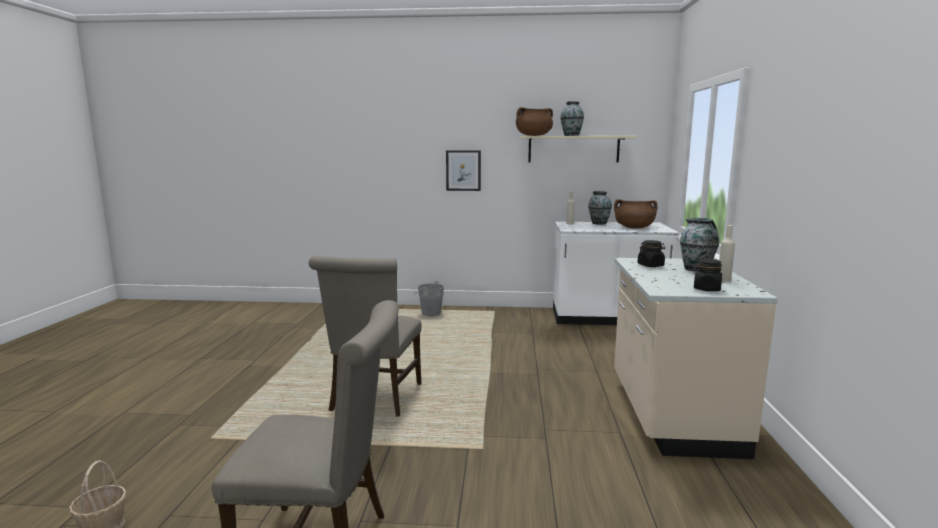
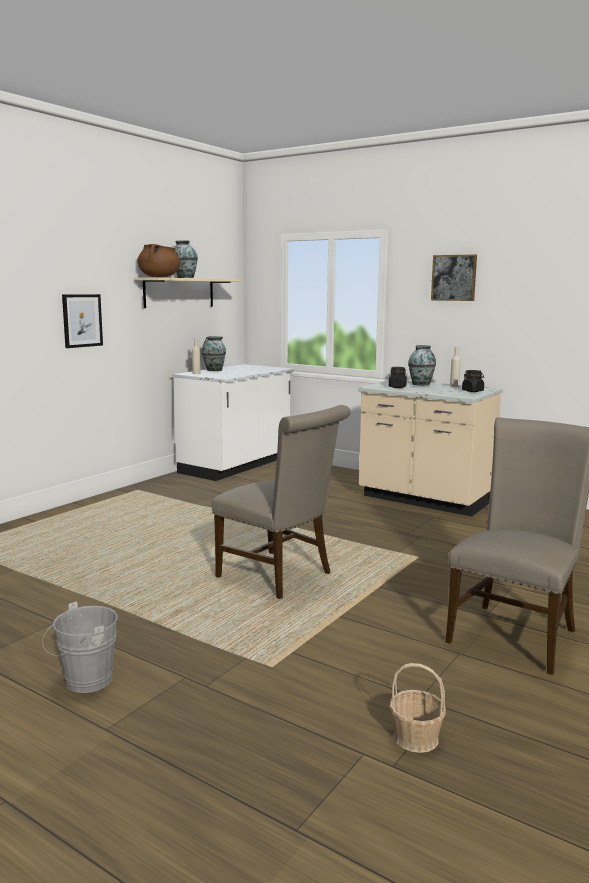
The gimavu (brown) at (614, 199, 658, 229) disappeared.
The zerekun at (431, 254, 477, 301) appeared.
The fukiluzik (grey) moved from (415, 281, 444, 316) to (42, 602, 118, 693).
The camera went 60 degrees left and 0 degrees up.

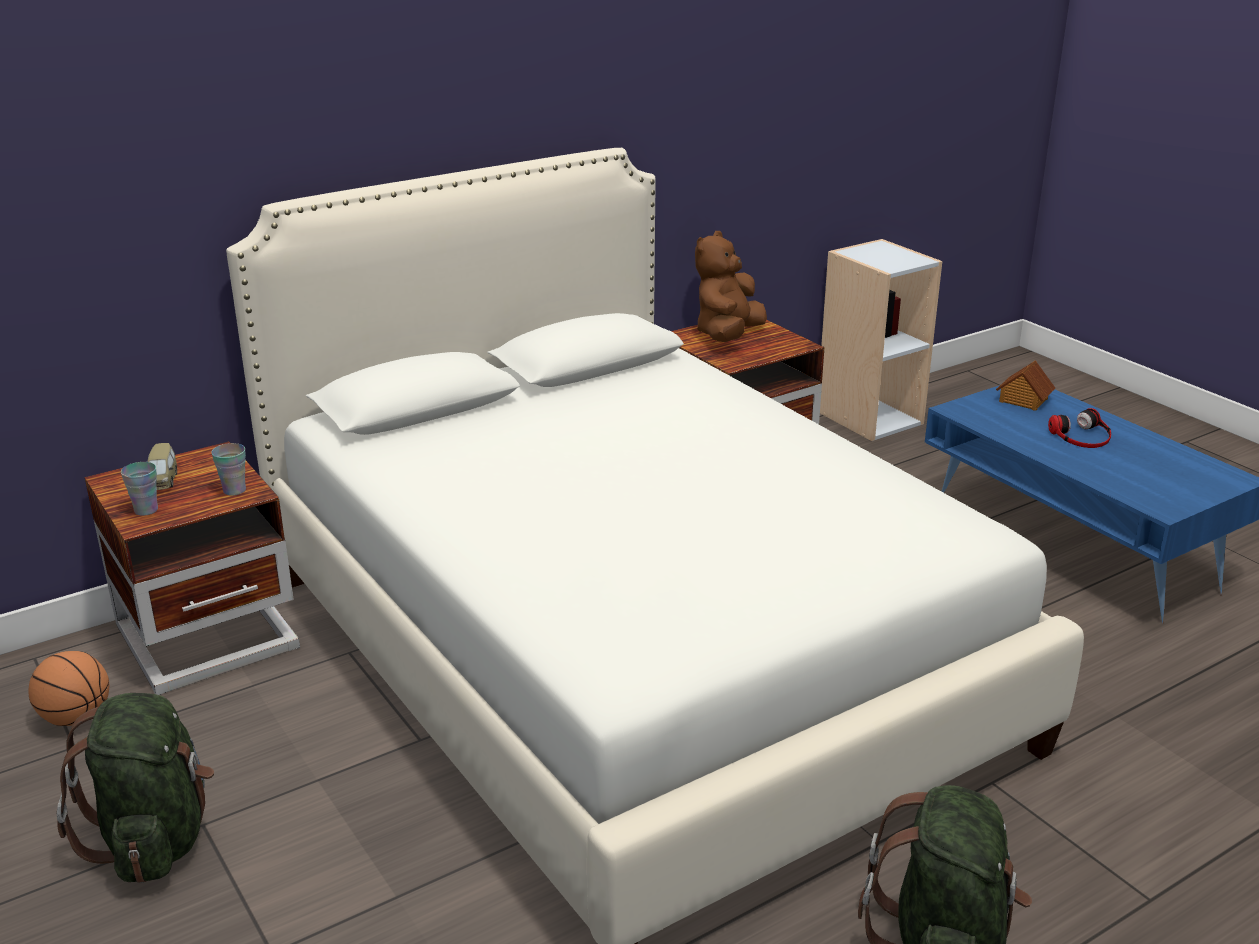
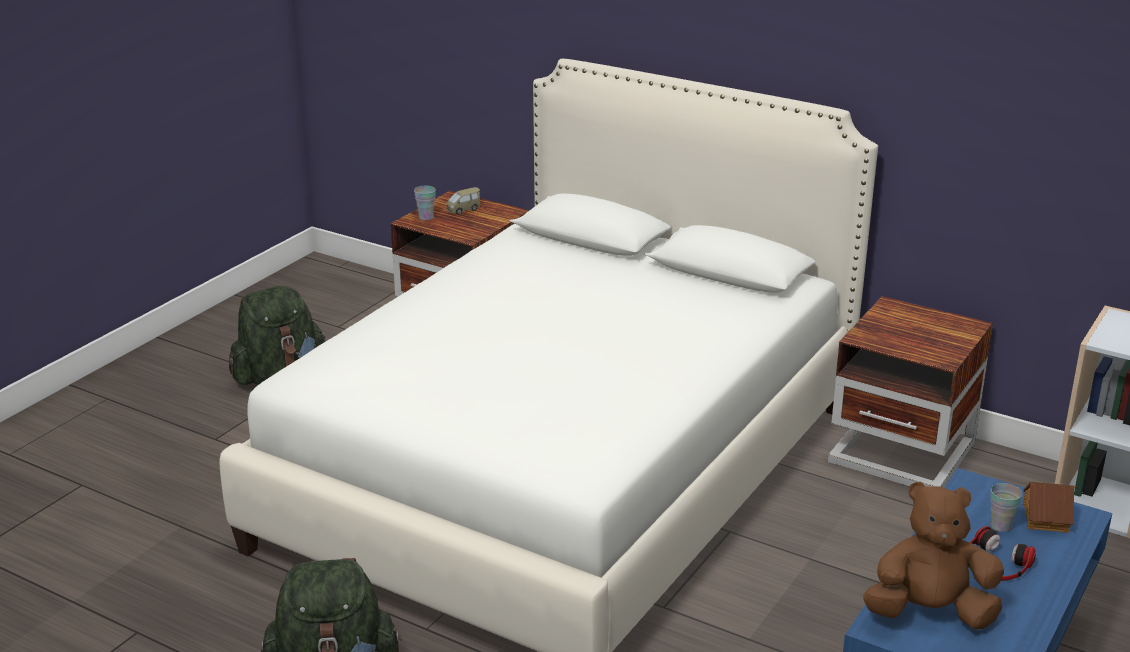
The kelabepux at (28, 651, 109, 726) disappeared.
The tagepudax moved from (211, 443, 246, 496) to (990, 483, 1022, 532).
The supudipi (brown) moved from (695, 231, 767, 342) to (863, 482, 1004, 630).
The camera went 65 degrees right and 0 degrees up.

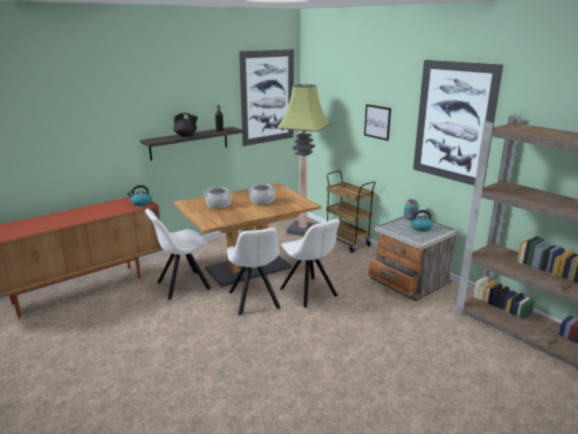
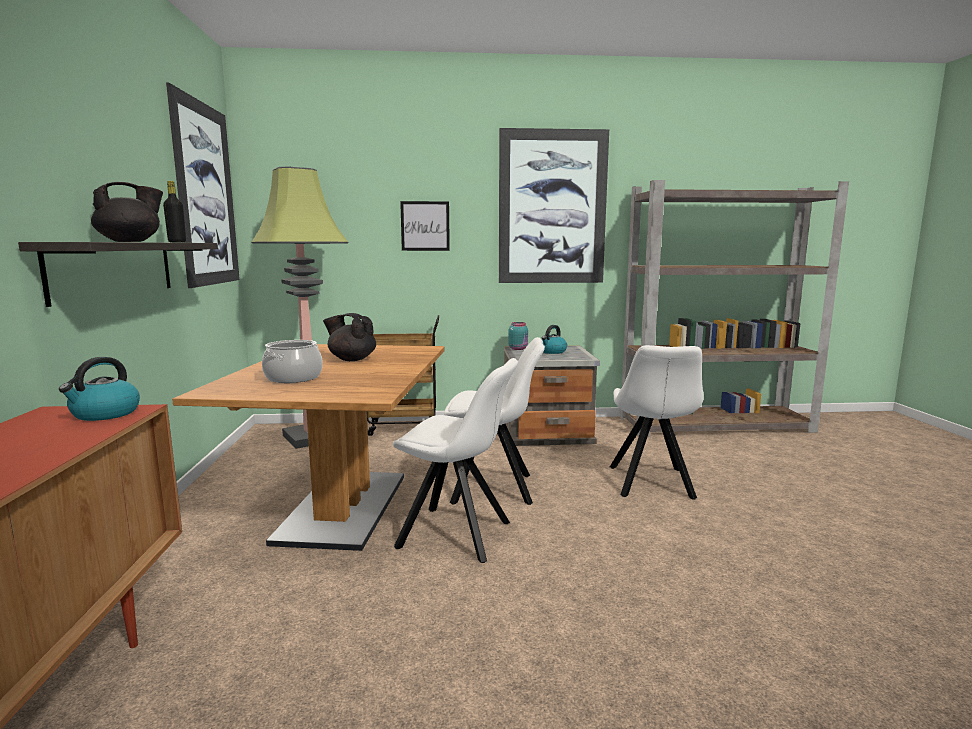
The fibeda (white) moved from (145, 209, 211, 300) to (610, 345, 704, 500).
The gimavu at (248, 184, 276, 205) was replaced by the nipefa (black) at (323, 313, 376, 361).
The camera went 55 degrees left and 10 degrees down.

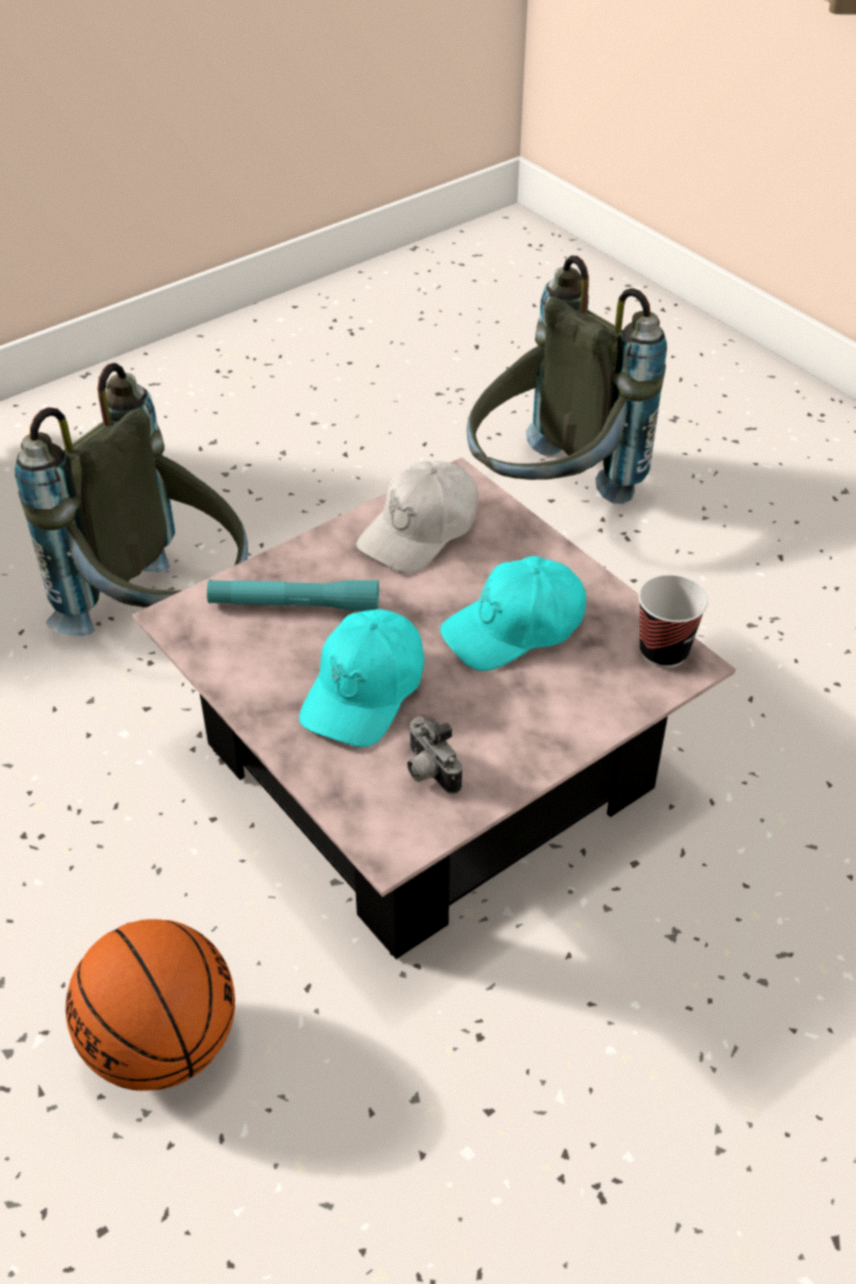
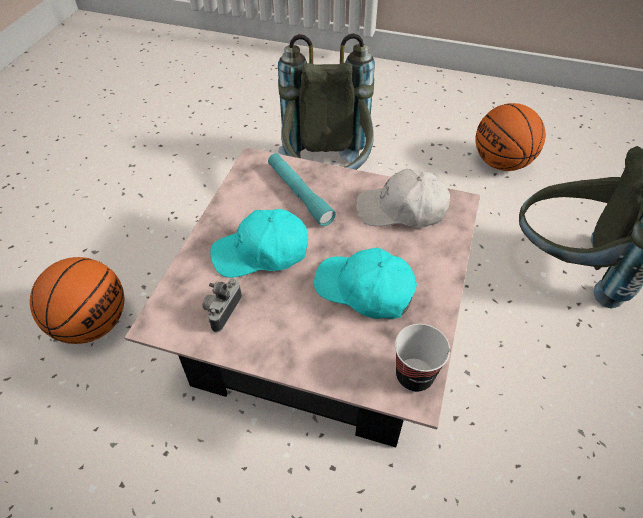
The kelabepux at (475, 103, 545, 171) appeared.
The camera went 55 degrees right and 5 degrees up.

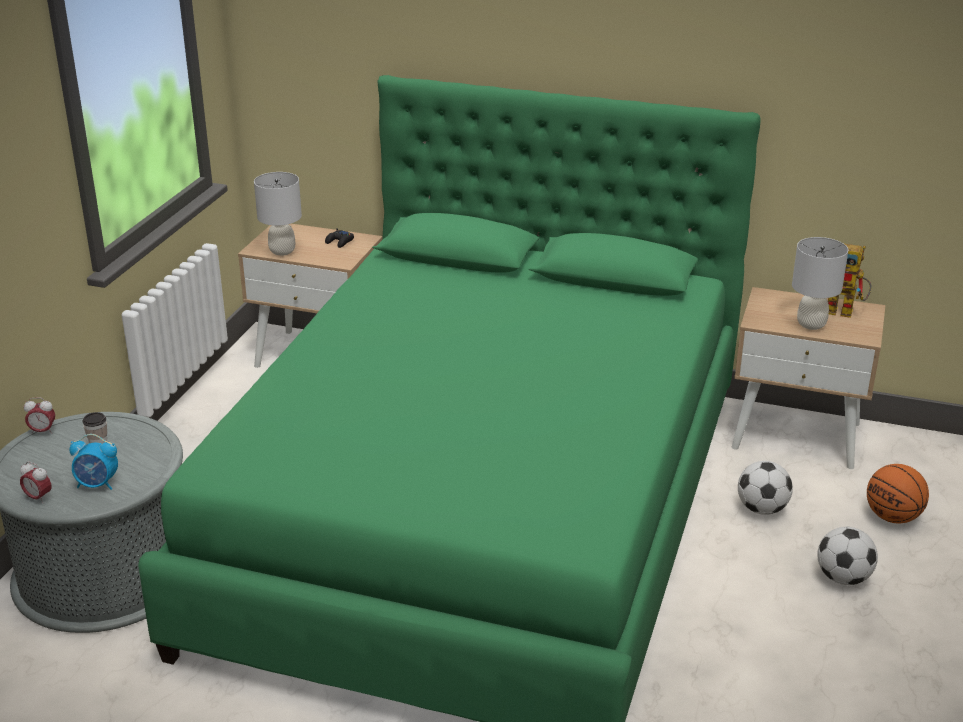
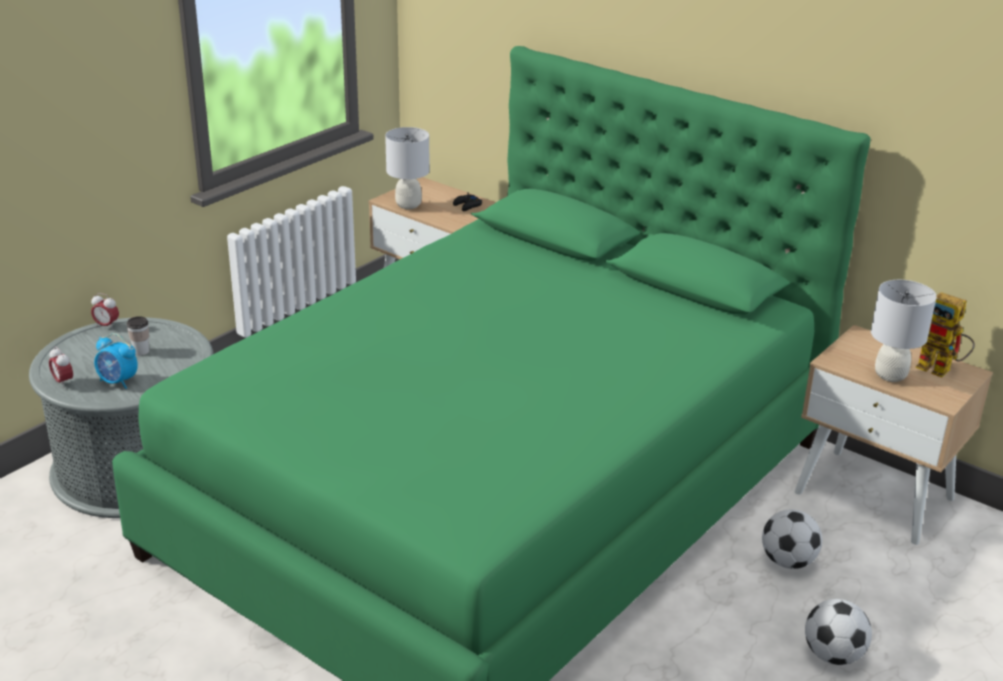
The kelabepux at (867, 464, 929, 523) disappeared.
The camera went 20 degrees right and 0 degrees up.

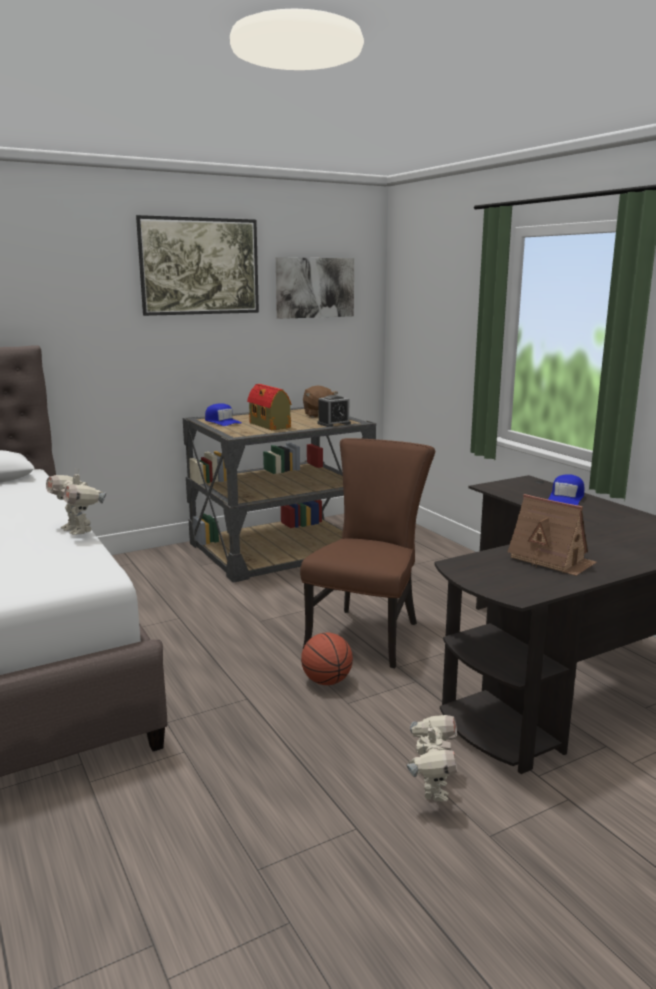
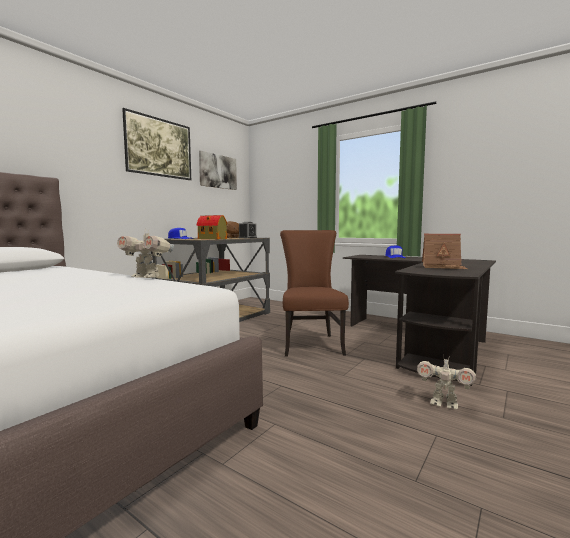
The kelabepux at (301, 632, 353, 685) disappeared.
The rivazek at (406, 715, 457, 802) turned 135 degrees clockwise.
The camera went 25 degrees left and 10 degrees down.

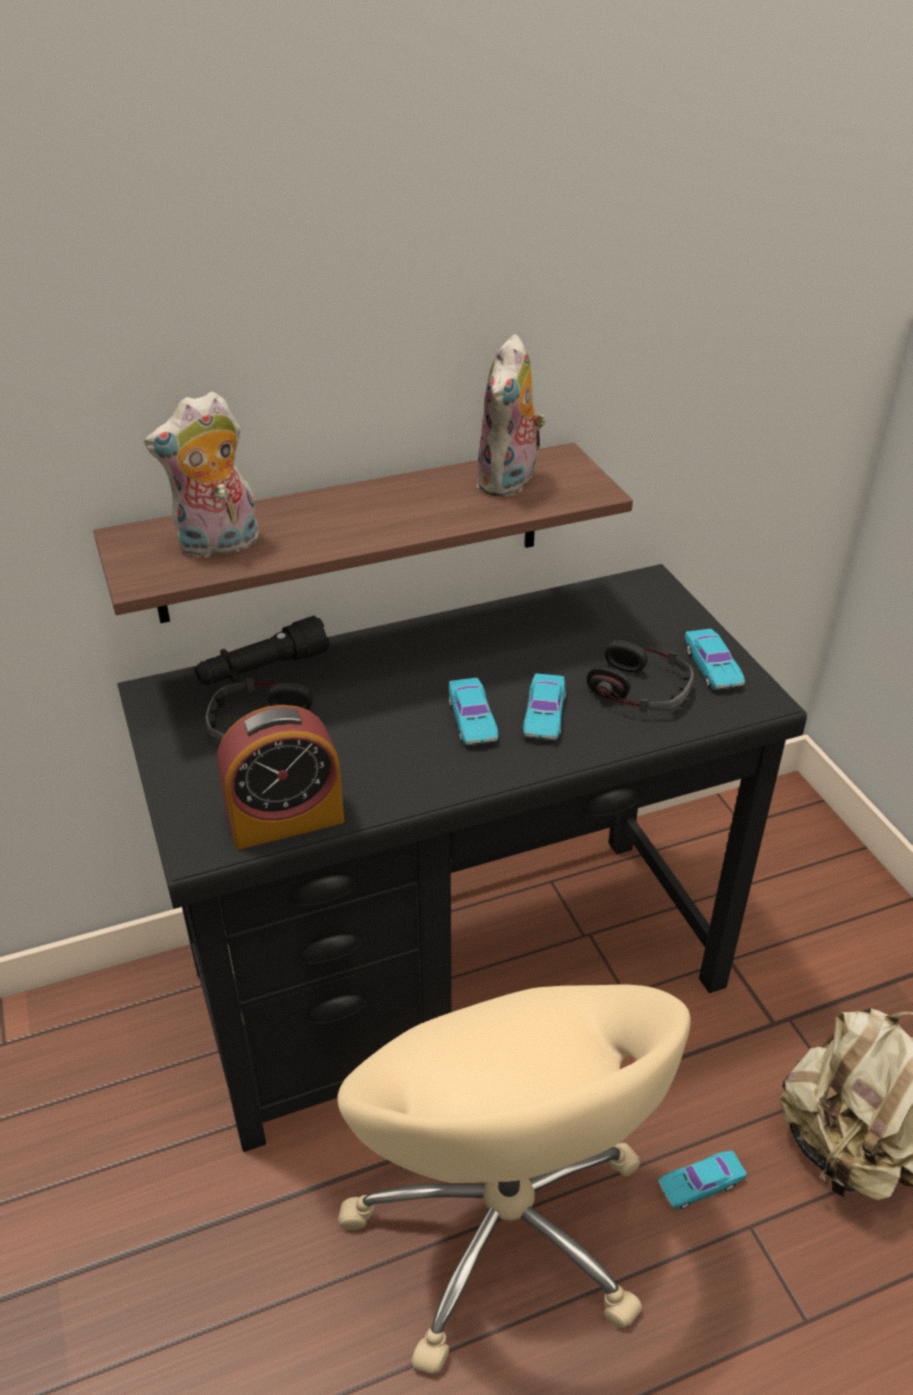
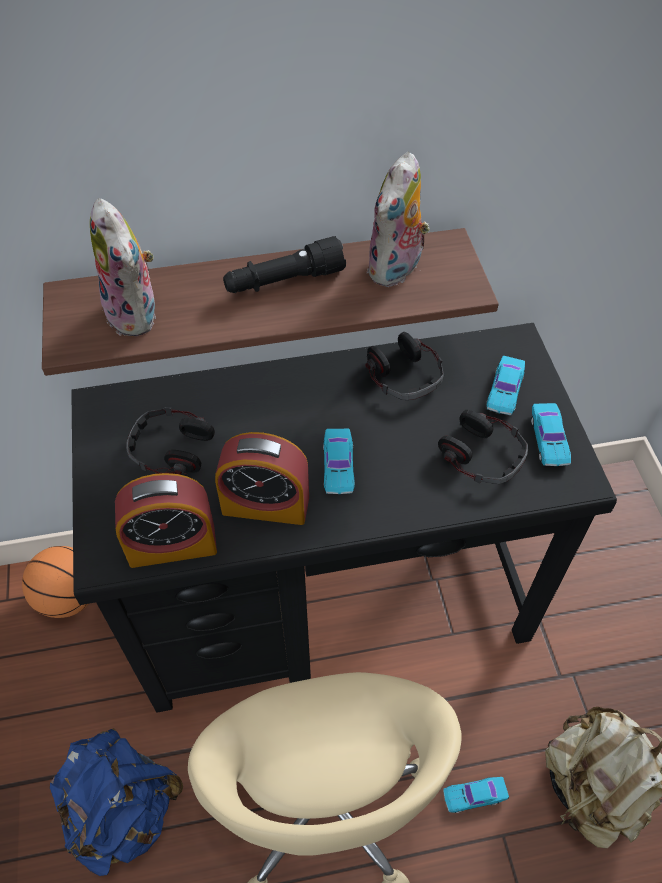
The kelabepux at (22, 546, 89, 618) appeared.
The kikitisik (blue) at (50, 728, 183, 876) appeared.
The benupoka at (215, 432, 309, 525) appeared.
The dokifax at (365, 332, 444, 400) appeared.
The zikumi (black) moved from (195, 616, 329, 685) to (223, 236, 346, 293).
The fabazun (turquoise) moved from (523, 673, 566, 740) to (486, 356, 525, 415).
The supudipi at (144, 391, 259, 559) turned 105 degrees counterclockwise.
The camera went 10 degrees right and 15 degrees up.

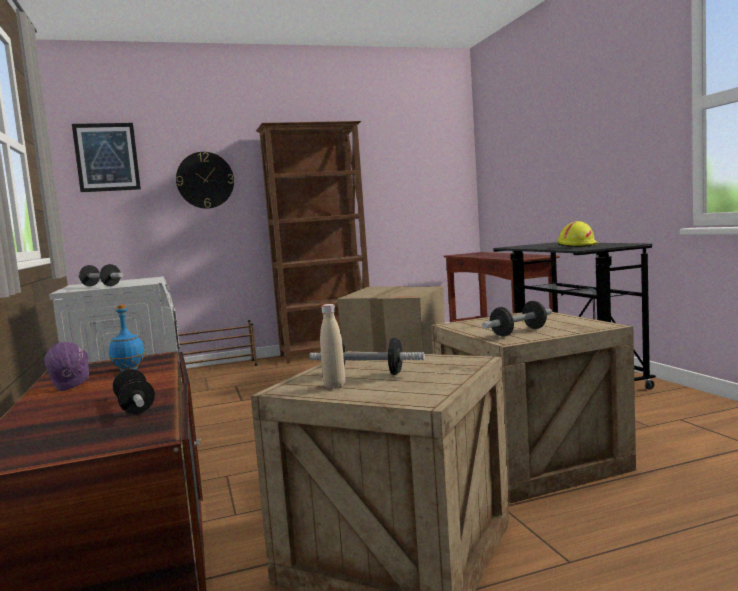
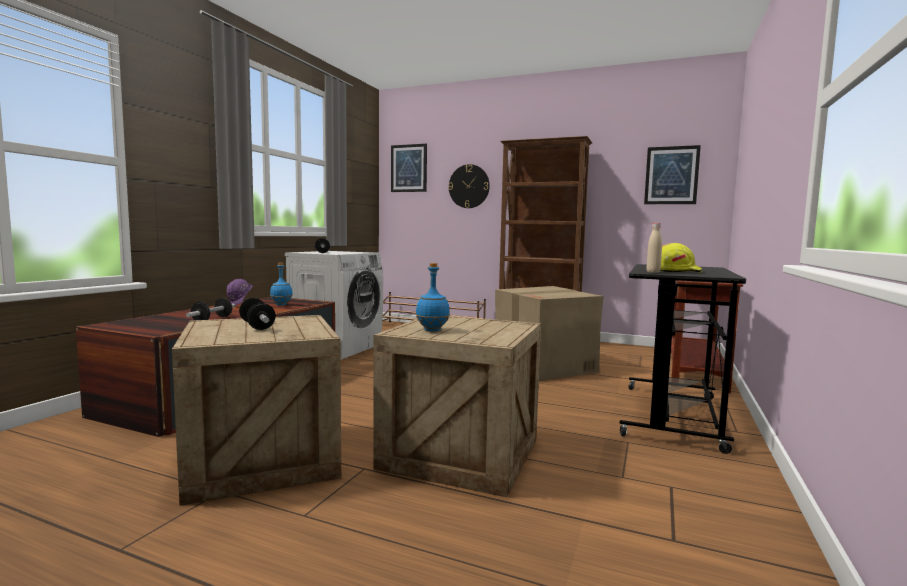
The zerekun at (644, 145, 701, 204) appeared.
The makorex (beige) moved from (320, 304, 345, 389) to (647, 223, 662, 273).
The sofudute at (482, 301, 552, 337) was replaced by the makorex (blue) at (416, 263, 450, 332).
The camera went 40 degrees right and 0 degrees up.

